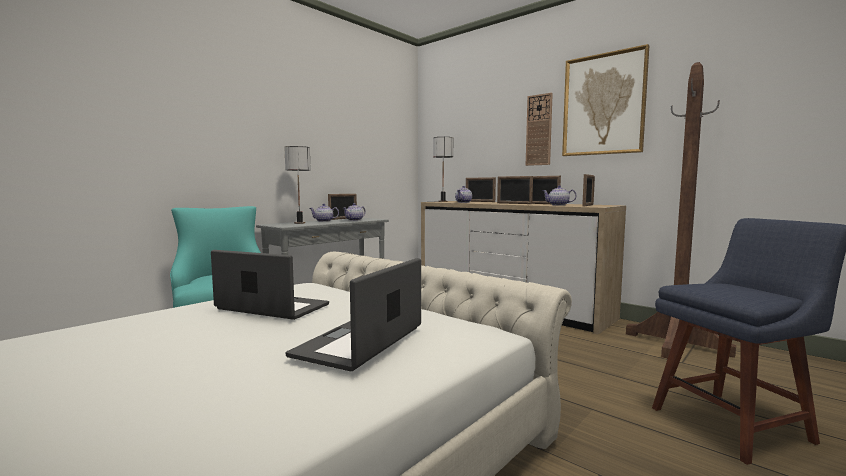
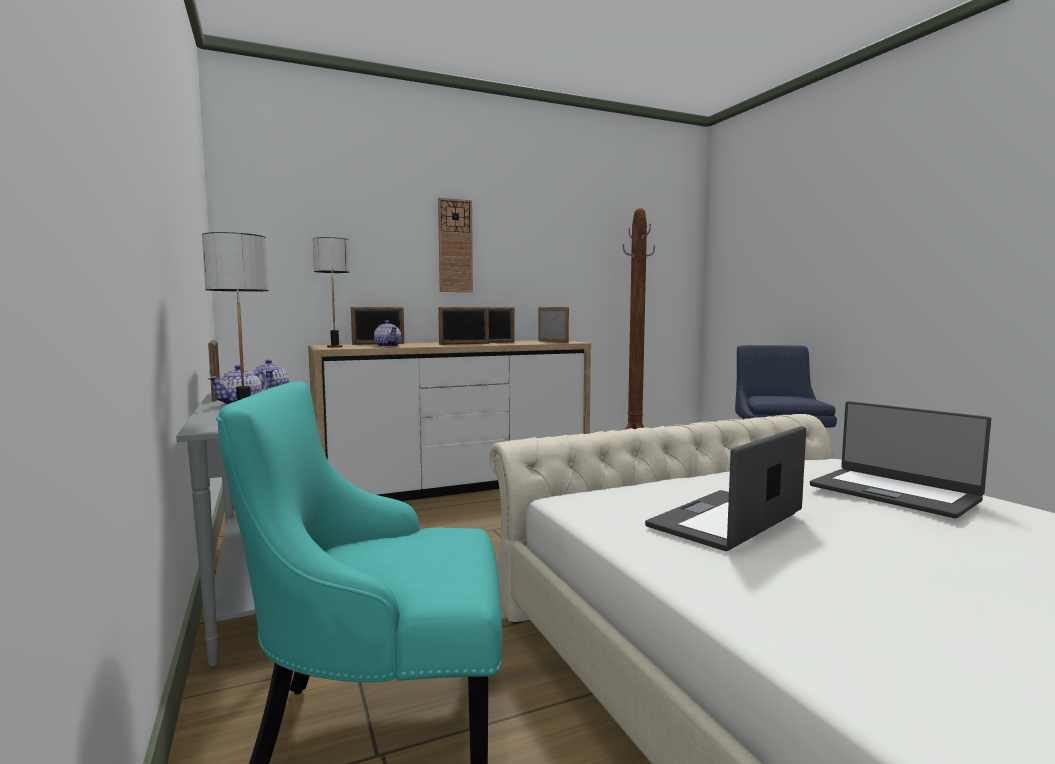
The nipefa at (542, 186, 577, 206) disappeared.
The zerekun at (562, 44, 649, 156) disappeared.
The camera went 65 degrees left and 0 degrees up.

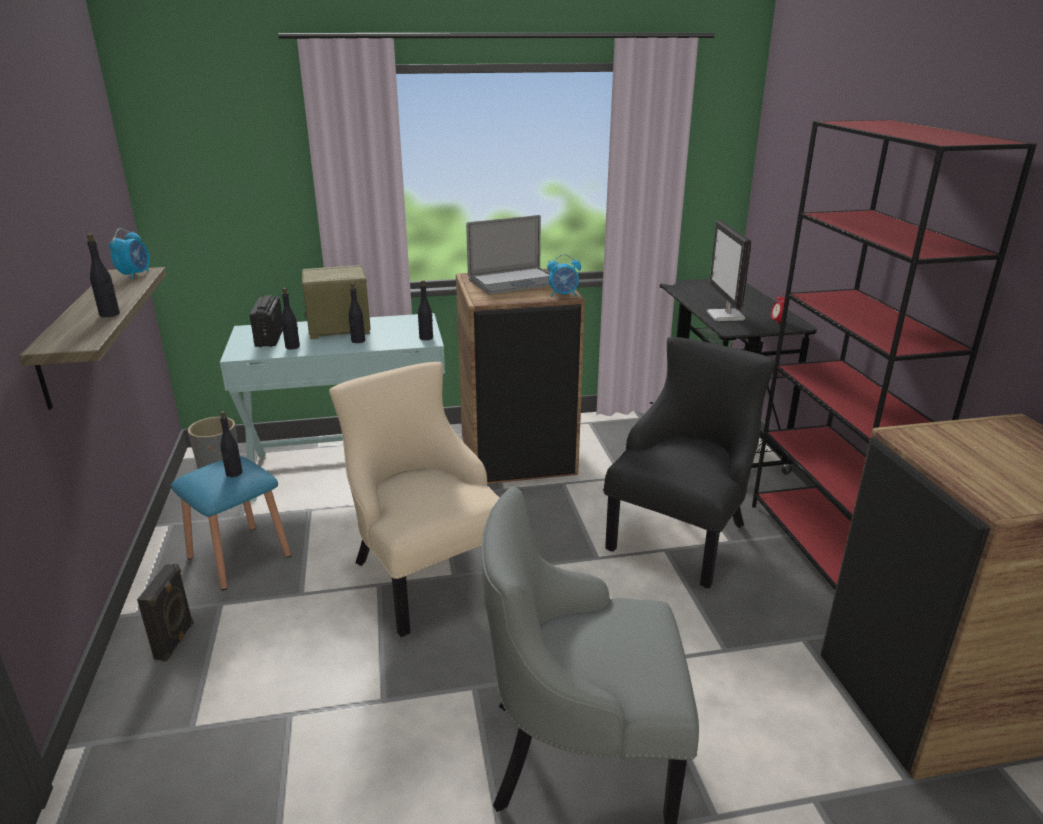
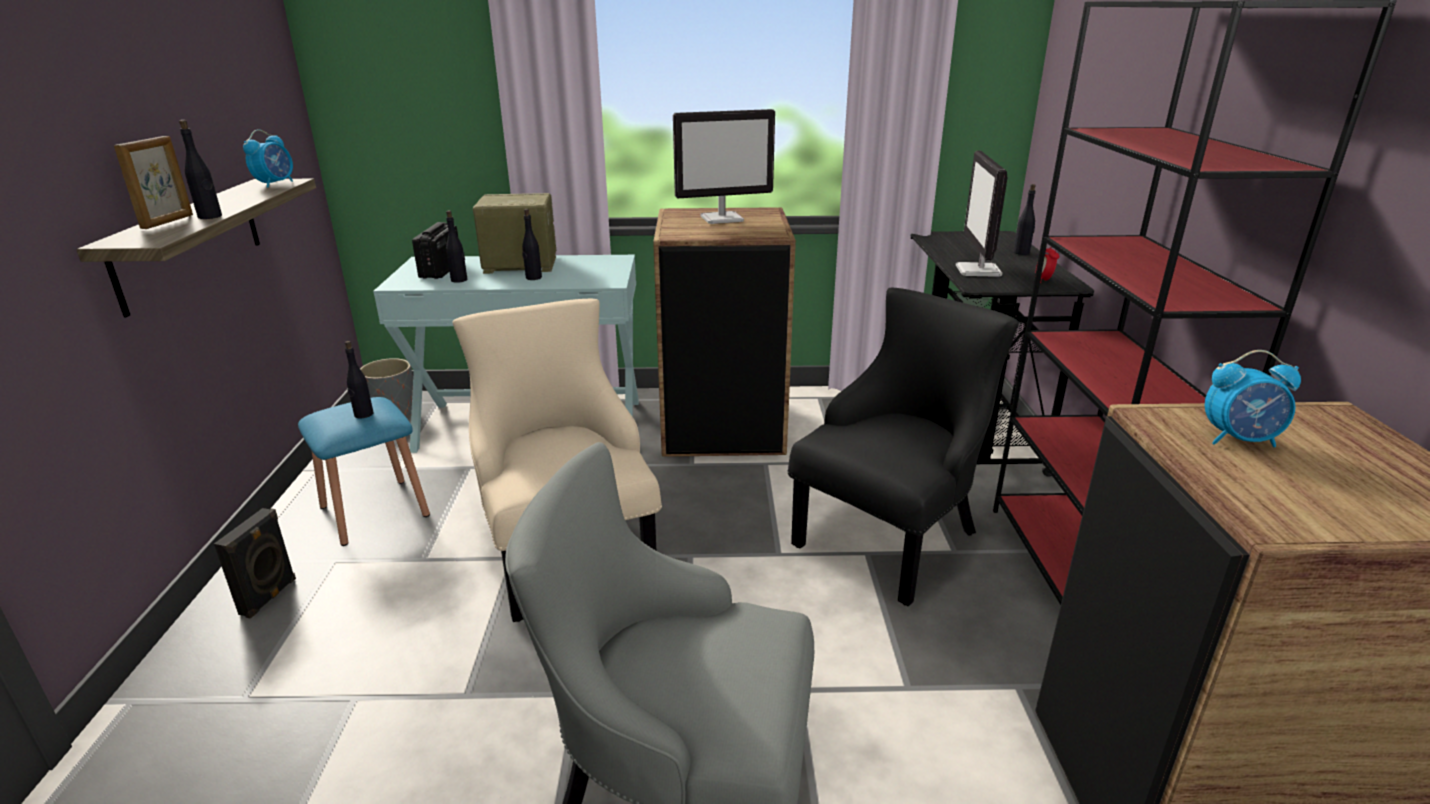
The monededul at (114, 136, 193, 229) appeared.
The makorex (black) moved from (418, 280, 433, 340) to (1013, 184, 1036, 255).
The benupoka moved from (547, 254, 581, 297) to (1205, 350, 1301, 447).
The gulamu at (466, 215, 550, 295) was replaced by the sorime at (673, 109, 775, 224).
The camera went 10 degrees right and 0 degrees up.

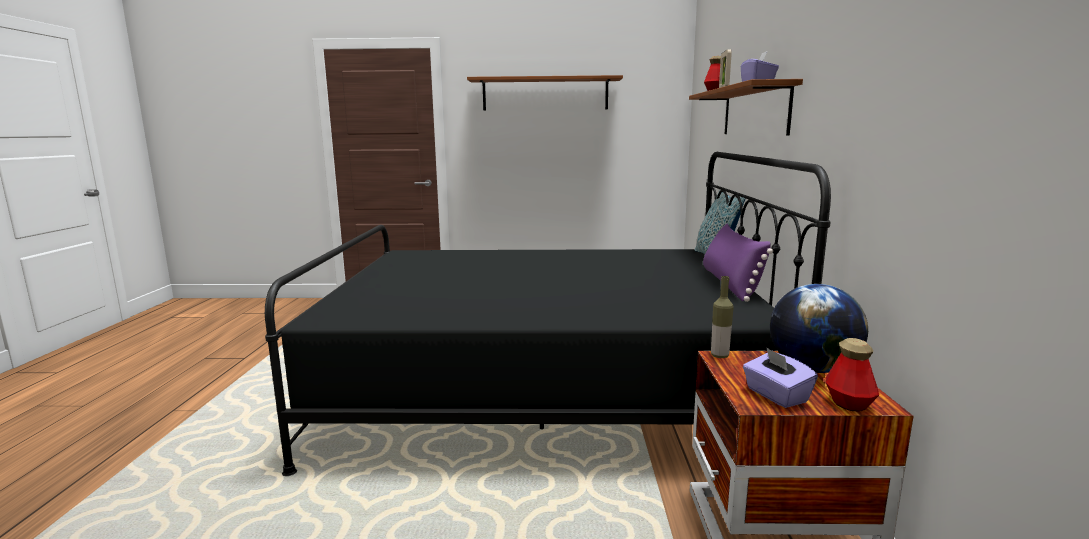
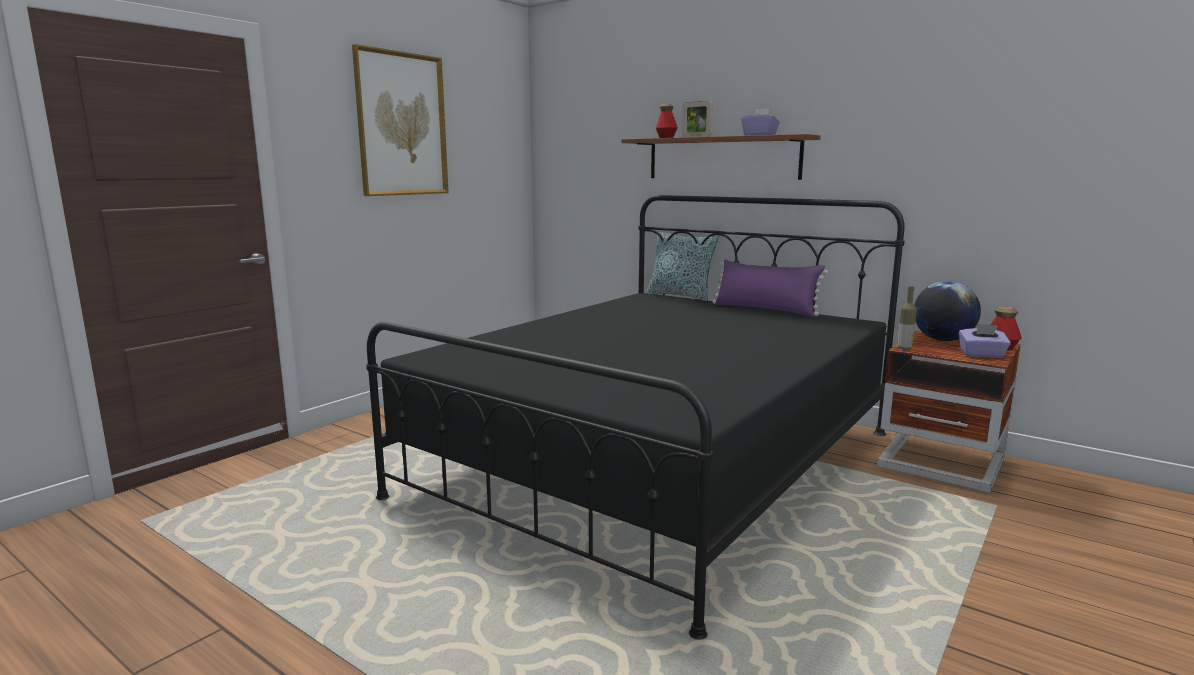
The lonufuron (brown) at (467, 75, 623, 110) was replaced by the zerekun at (352, 44, 449, 196).
The camera went 55 degrees left and 0 degrees up.

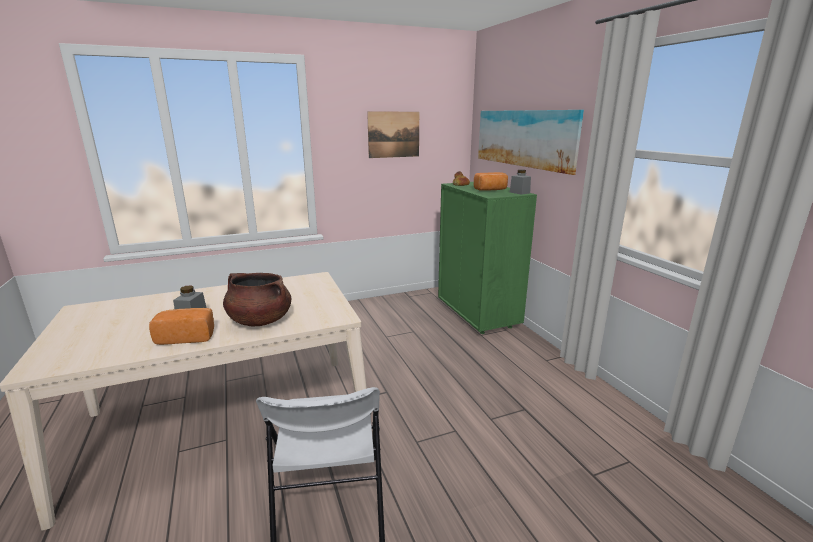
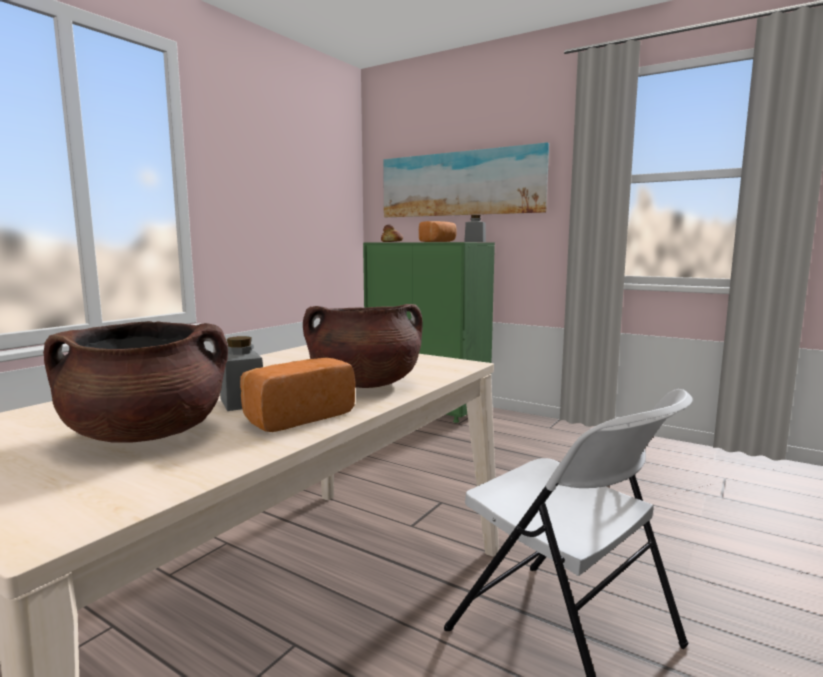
The zerekun at (367, 112, 419, 158) disappeared.
The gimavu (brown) at (43, 321, 228, 443) appeared.
The camera went 35 degrees left and 10 degrees down.

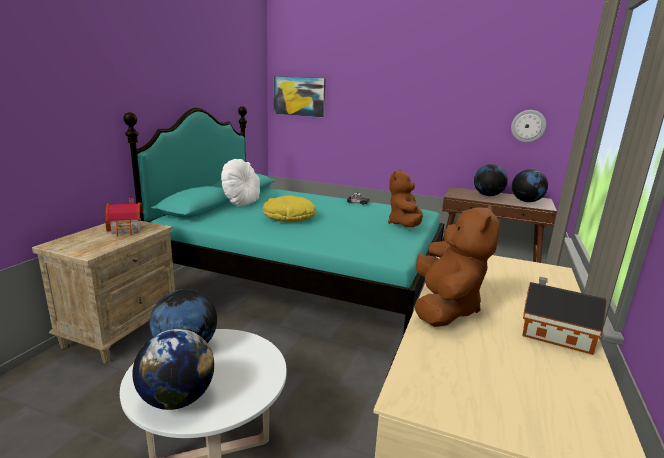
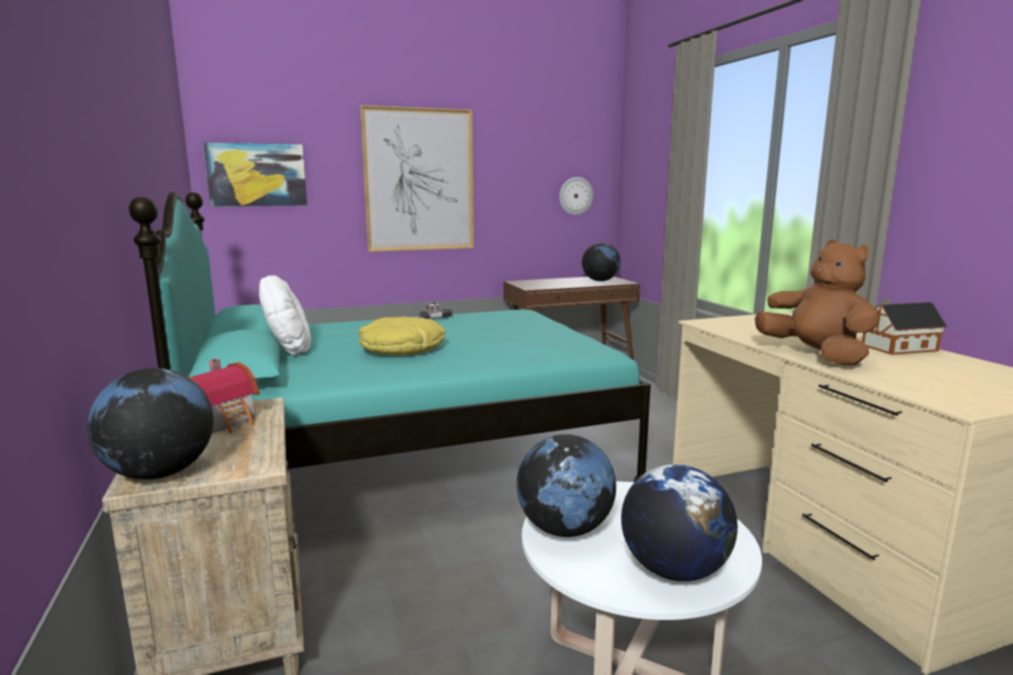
The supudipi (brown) at (388, 169, 423, 227) disappeared.
The zerekun at (360, 105, 474, 252) appeared.
The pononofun moved from (474, 164, 508, 196) to (87, 368, 214, 480).
The camera went 40 degrees left and 5 degrees down.

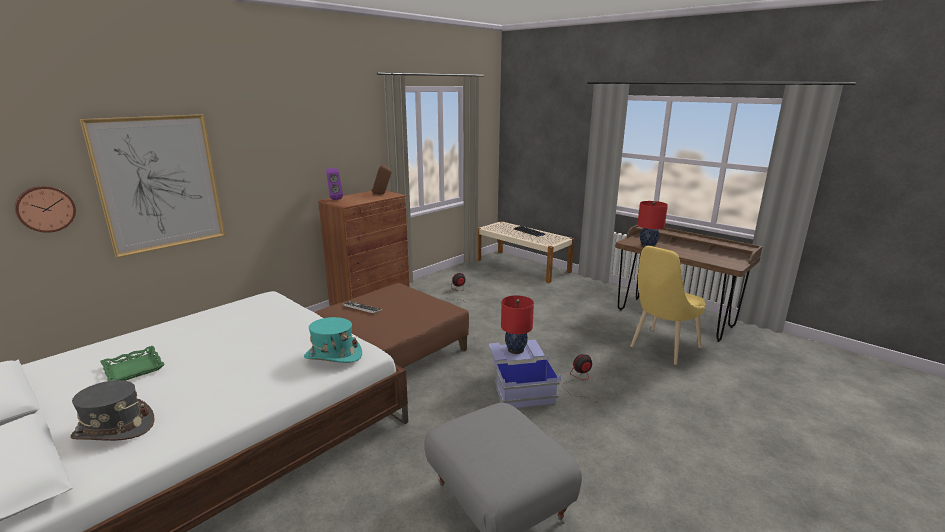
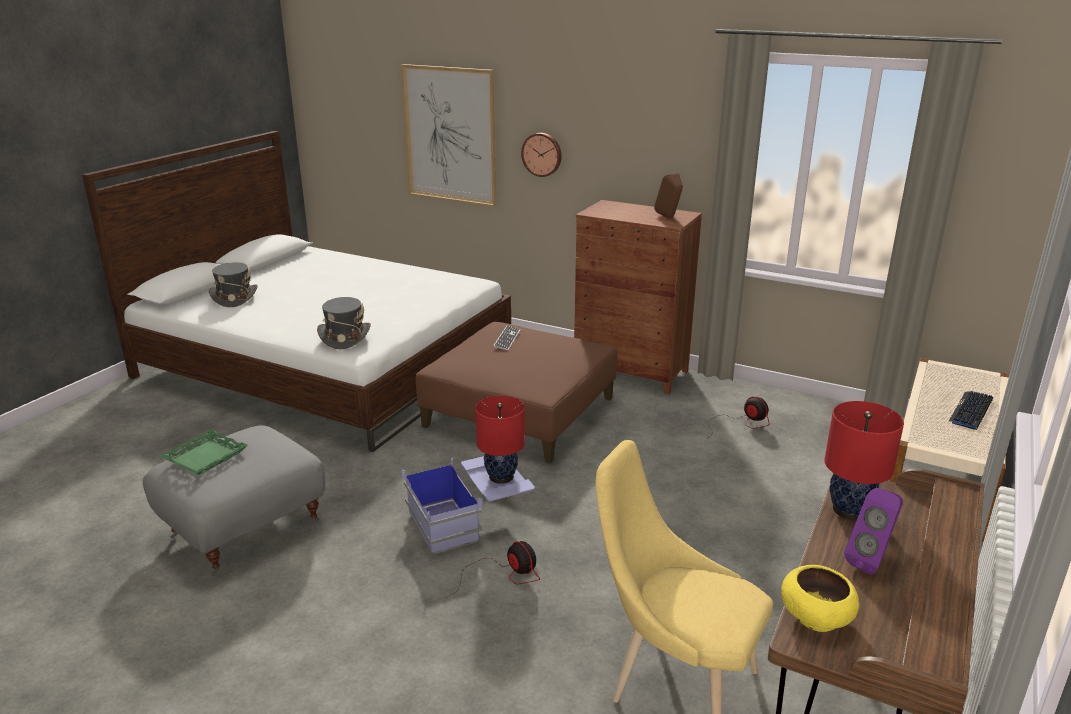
The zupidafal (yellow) at (781, 565, 859, 632) appeared.
The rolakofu moved from (15, 186, 76, 233) to (521, 133, 562, 177).
The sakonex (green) moved from (100, 346, 165, 381) to (159, 429, 248, 475).
The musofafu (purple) moved from (326, 168, 343, 200) to (845, 488, 903, 574).
The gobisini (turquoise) at (304, 317, 362, 363) became the gobisini (grey) at (317, 297, 371, 349).
The camera went 75 degrees right and 5 degrees up.

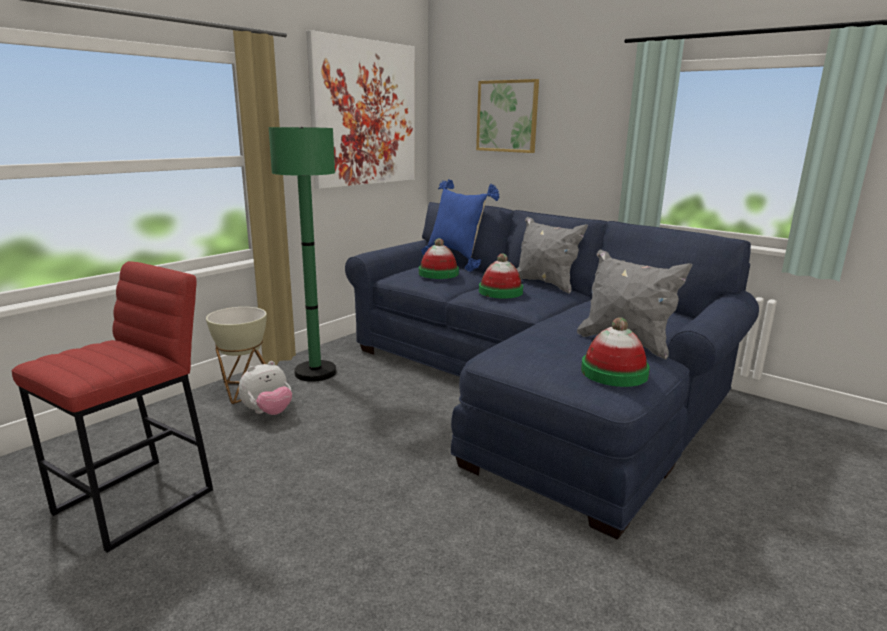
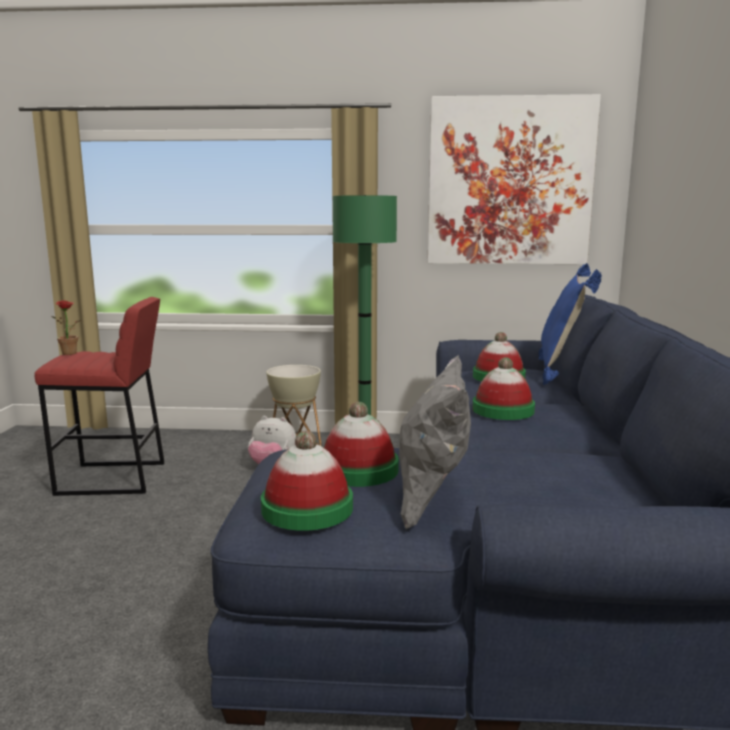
The zerekun at (476, 79, 539, 153) disappeared.
The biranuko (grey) at (516, 217, 588, 294) disappeared.
The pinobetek at (52, 300, 80, 355) appeared.
The gobisini at (324, 402, 399, 487) appeared.
The camera went 55 degrees right and 5 degrees down.

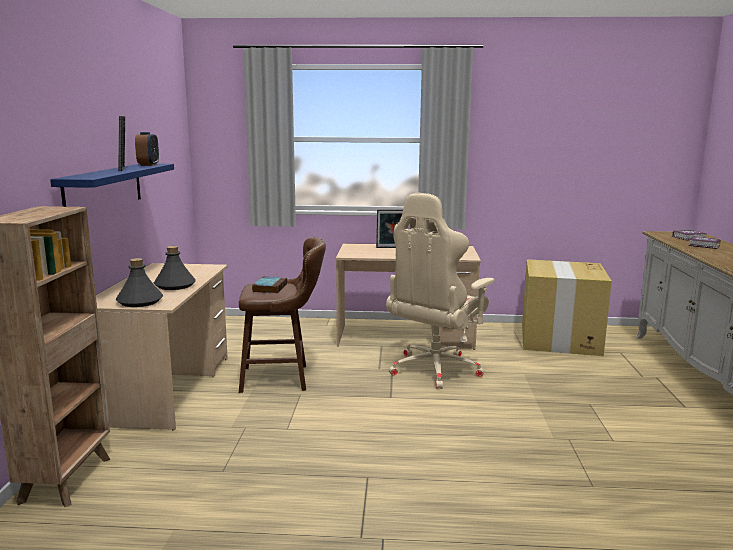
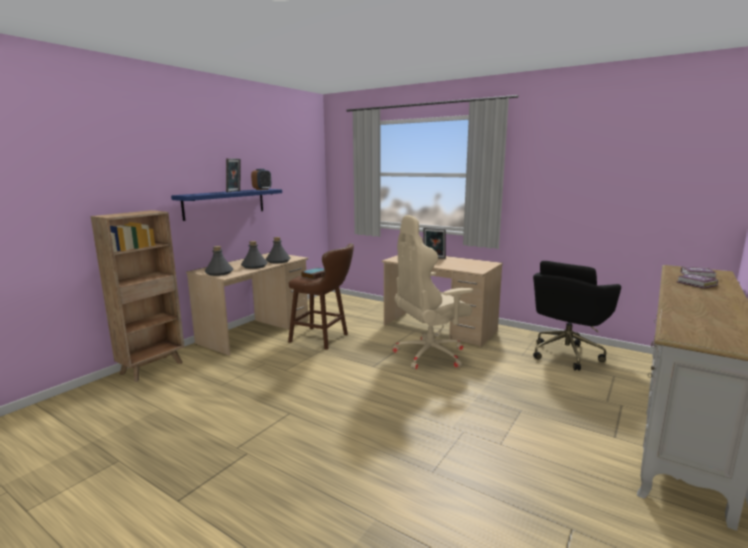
The makorex (grey) at (266, 237, 291, 264) appeared.
The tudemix at (522, 259, 612, 356) was replaced by the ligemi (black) at (533, 261, 621, 371).
The camera went 30 degrees right and 0 degrees up.

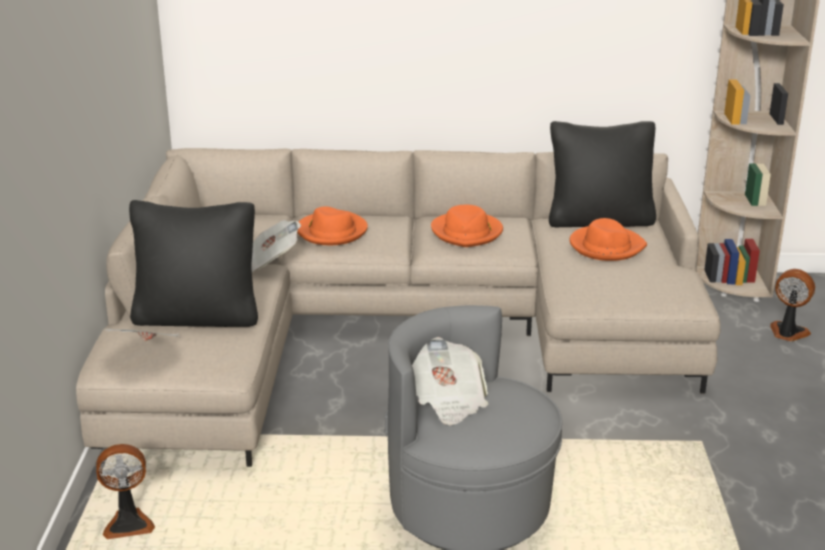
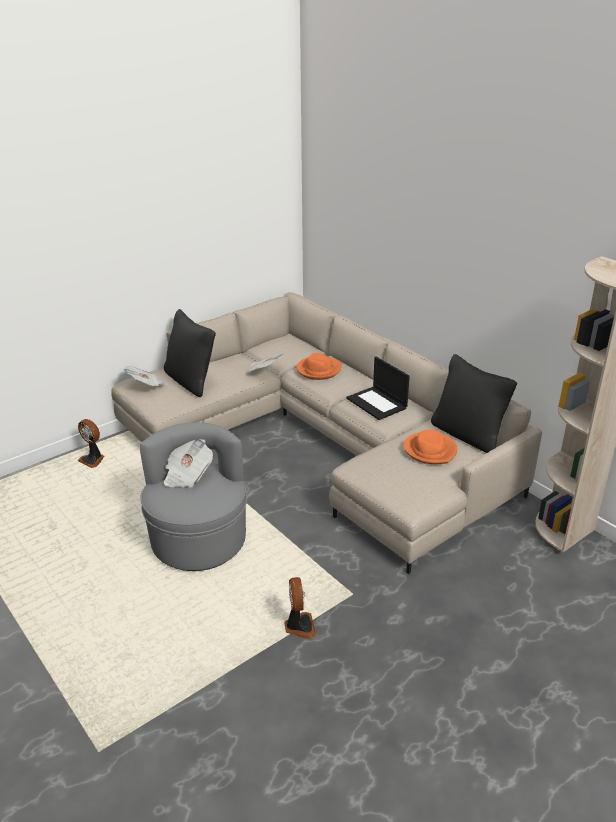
The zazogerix moved from (770, 269, 815, 341) to (284, 577, 316, 639).
The gobisini (orange) at (431, 205, 503, 247) was replaced by the gulamu at (346, 357, 410, 420).
The camera went 50 degrees right and 5 degrees up.

